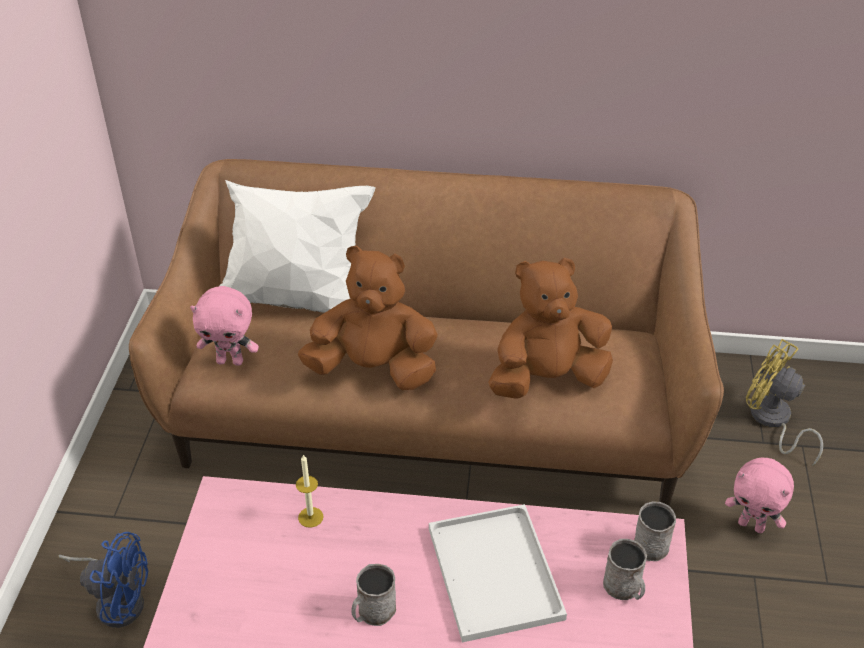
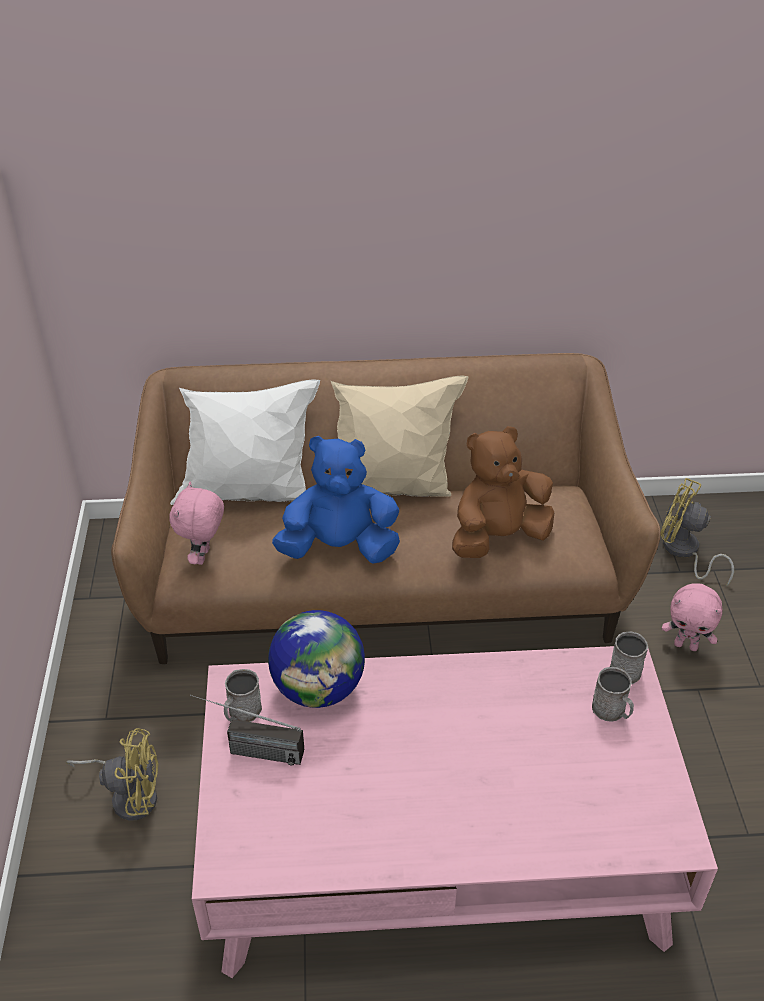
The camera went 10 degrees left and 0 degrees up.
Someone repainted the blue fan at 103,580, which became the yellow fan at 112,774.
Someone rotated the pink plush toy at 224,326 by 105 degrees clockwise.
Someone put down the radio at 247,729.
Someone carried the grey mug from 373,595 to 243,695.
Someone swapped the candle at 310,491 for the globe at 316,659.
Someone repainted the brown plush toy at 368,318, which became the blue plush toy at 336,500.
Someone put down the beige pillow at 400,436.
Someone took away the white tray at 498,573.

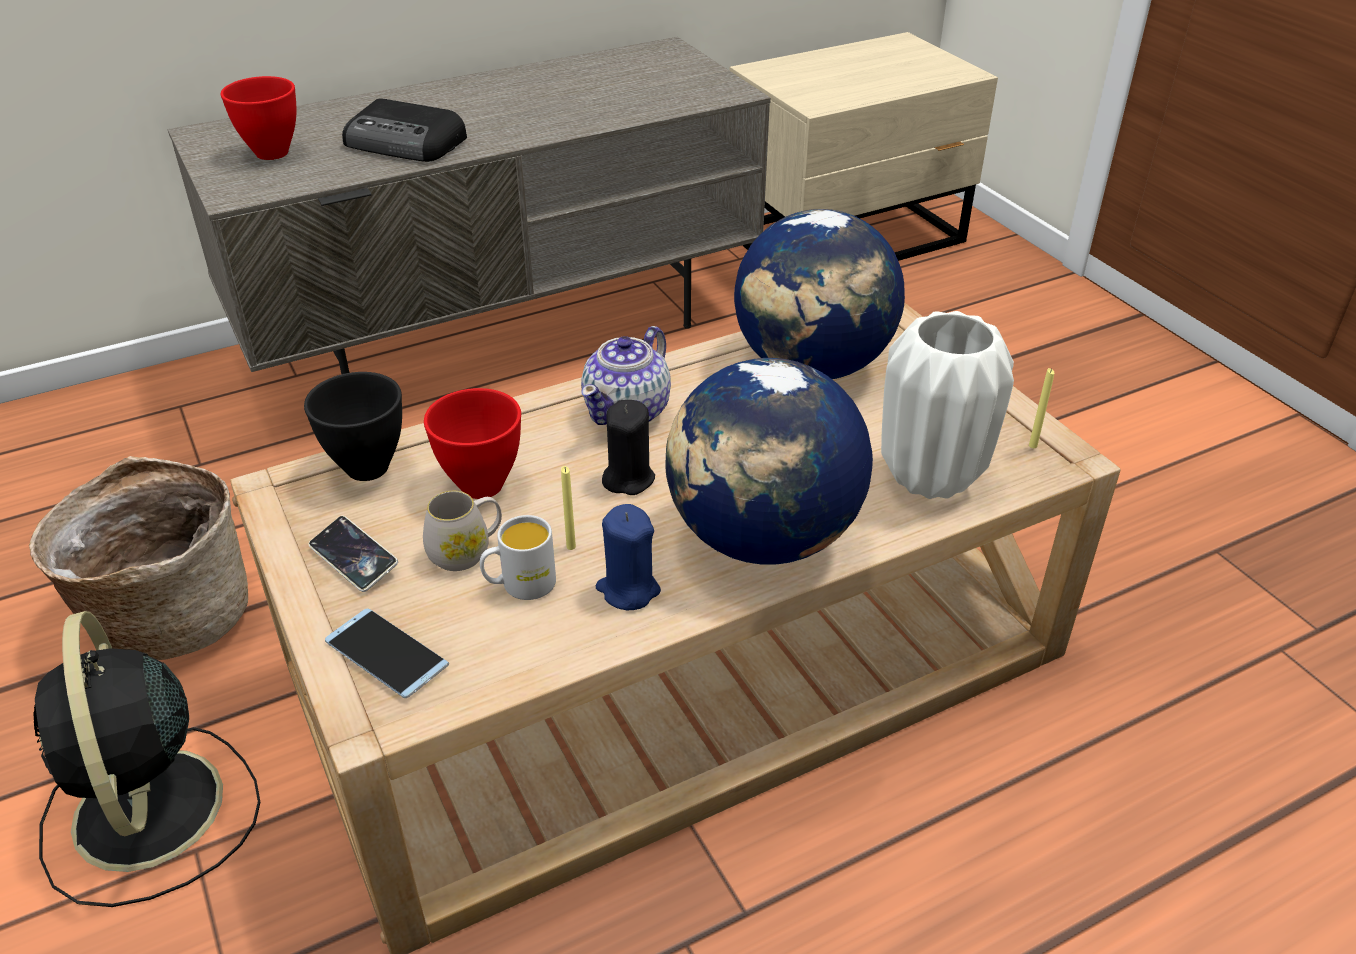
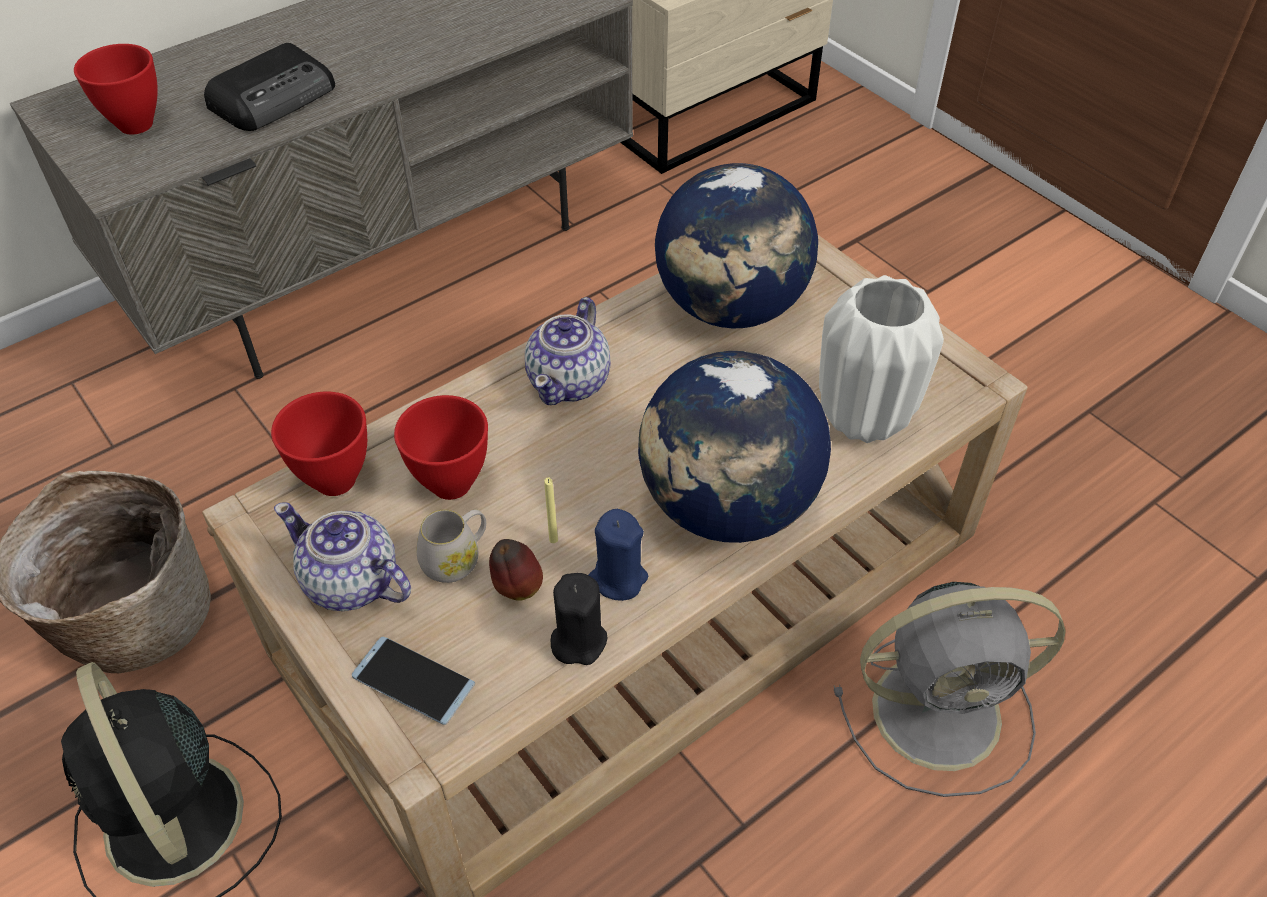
The camera went 10 degrees left and 10 degrees up.
Someone rotated the radio at 404,130 by 60 degrees counterclockwise.
Someone repainted the black bowl at 353,426, which became the red bowl at 319,443.
Someone swapped the phone at 353,554 for the teapot at 342,556.
Someone swapped the white mug at 518,557 for the apple at 516,570.
Someone carried the black candle from 628,447 to 579,619.
Someone put down the grey fan at 950,689.
Someone took away the yellow candle at 1041,408.

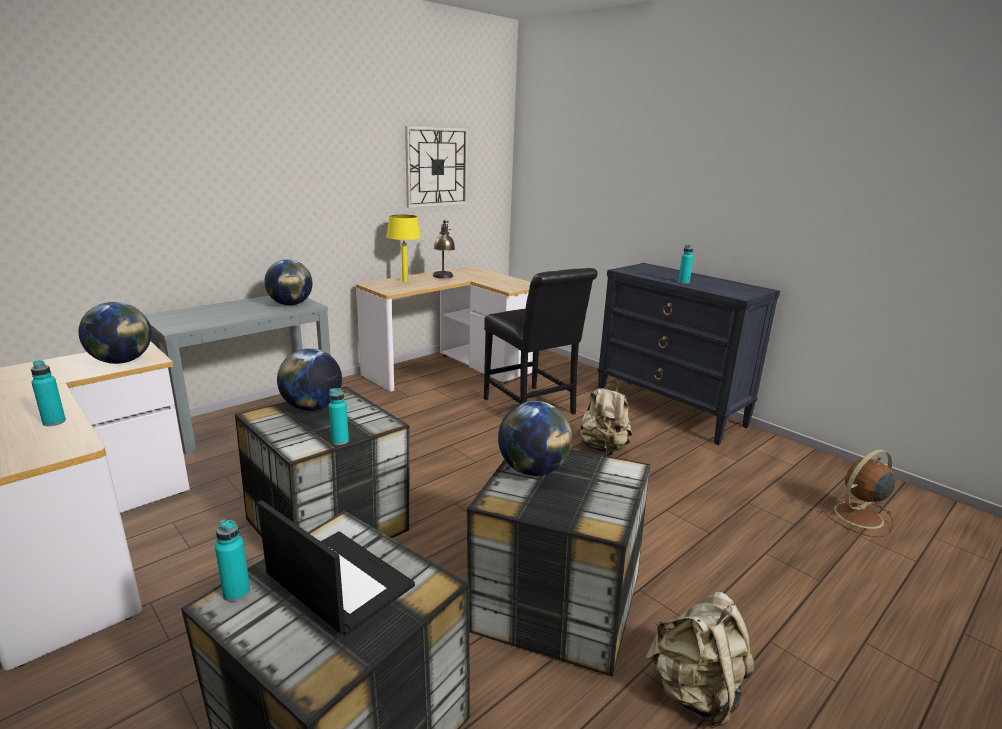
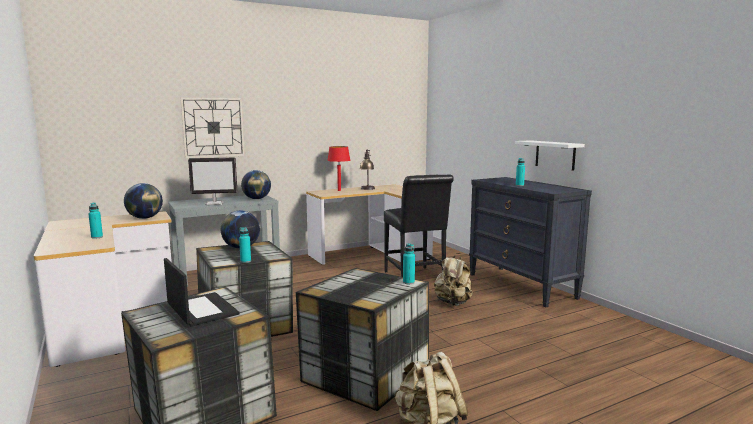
The camera went 15 degrees right and 10 degrees down.
Someone carried the wall clock from 436,167 to 212,127.
Someone put down the monitor at 212,181.
Someone repainted the yellow table lamp at 403,248, which became the red table lamp at 339,168.
Someone carried the turquoise bottle from 232,560 to 409,263.
Someone put up the white shelf at 550,155.
Someone took away the globe at 535,438.
Someone took away the brown fan at 859,493.

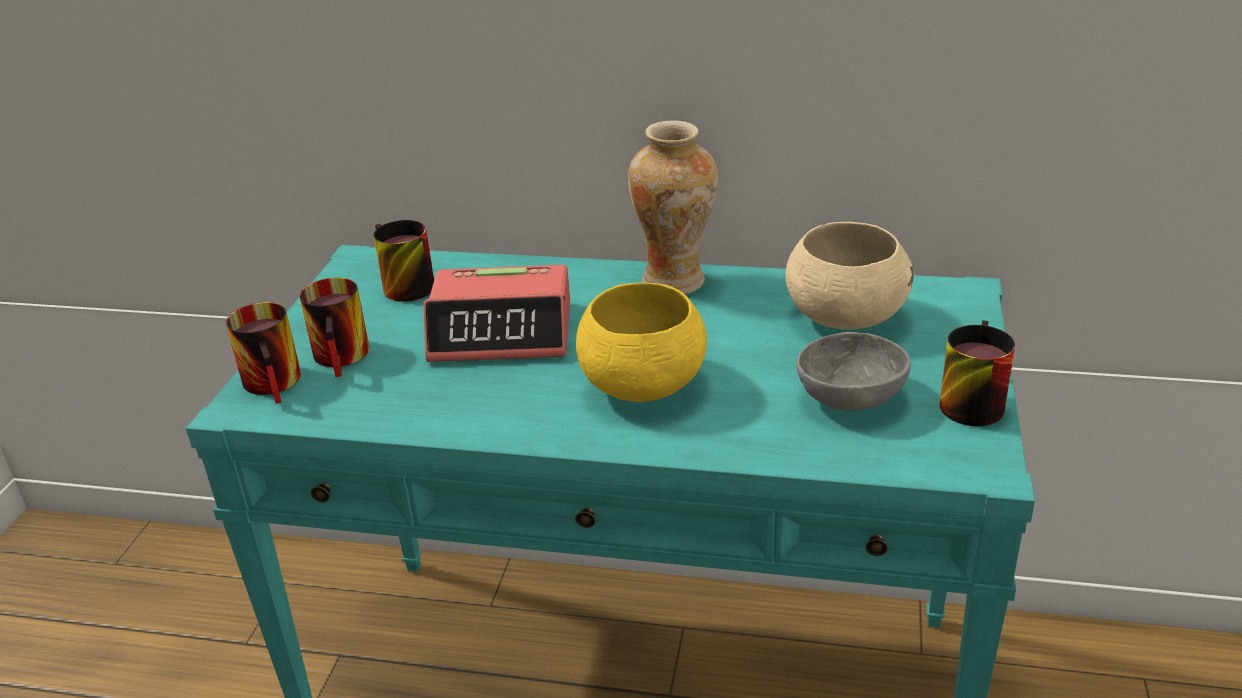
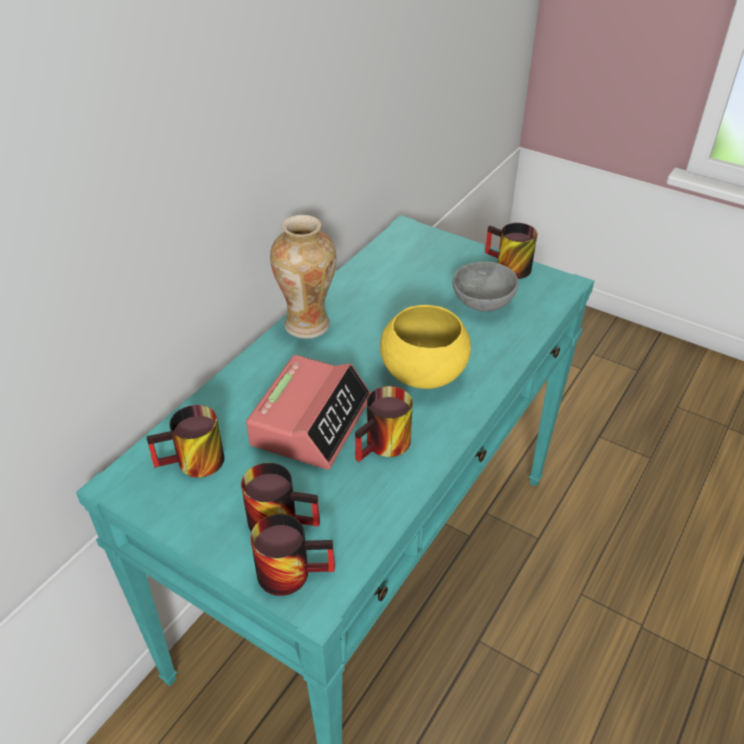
The camera went 70 degrees left and 10 degrees up.
Someone put down the mug at 384,424.
Someone took away the beige bowl at 849,275.

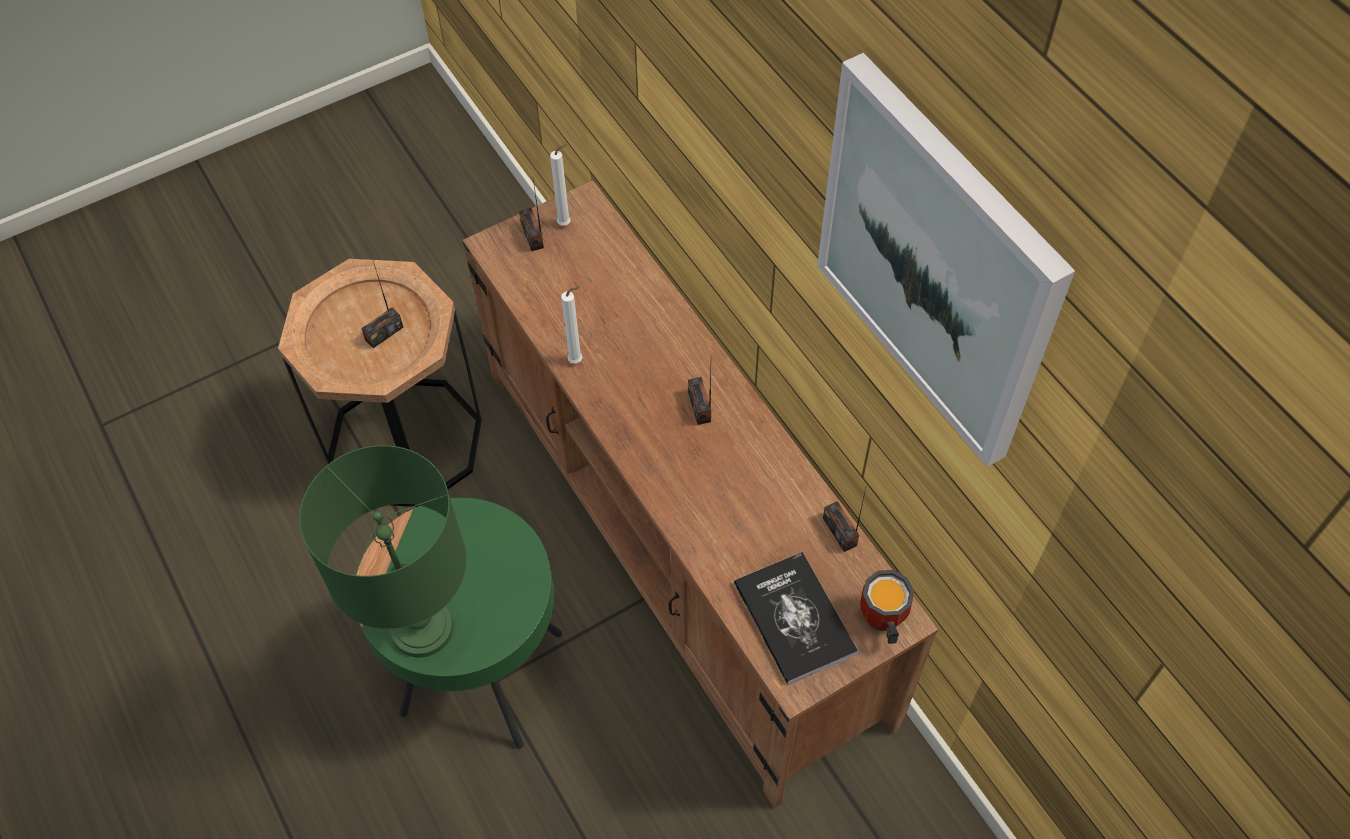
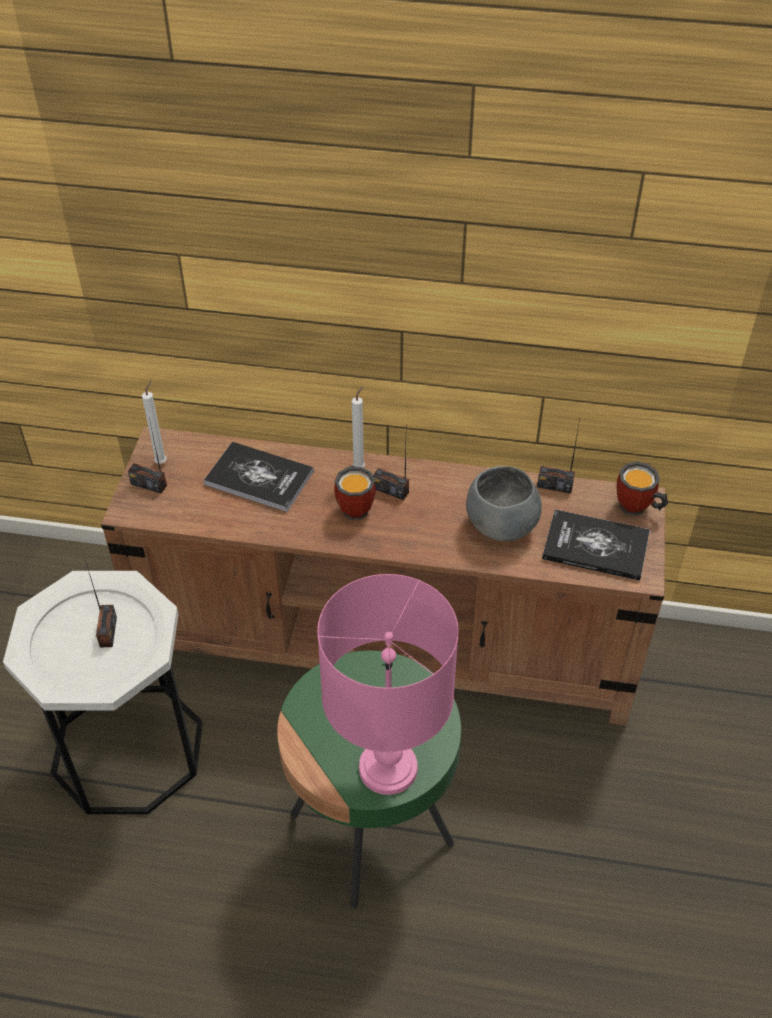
The camera went 50 degrees left and 10 degrees down.
Someone repainted the brown side table at 380,383, which became the white side table at 103,692.
Someone put down the book at 259,477.
Someone repainted the green table lamp at 383,551, which became the pink table lamp at 388,684.
Someone put down the mug at 355,493.
Someone carried the white candle from 571,325 to 358,427.
Someone put down the grey bowl at 504,503.
Someone took away the picture at 946,260.

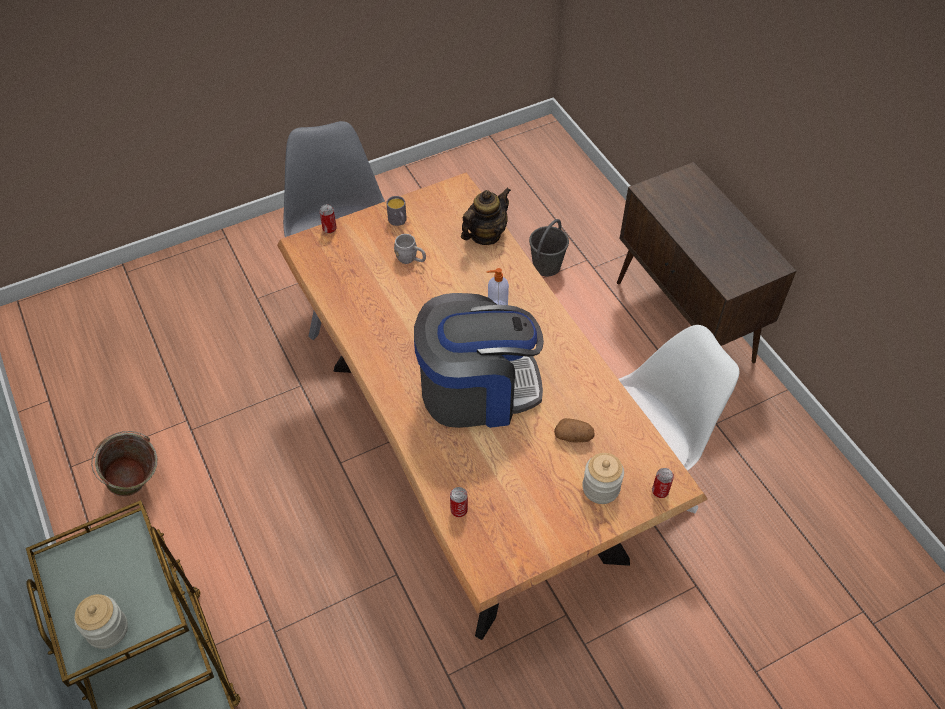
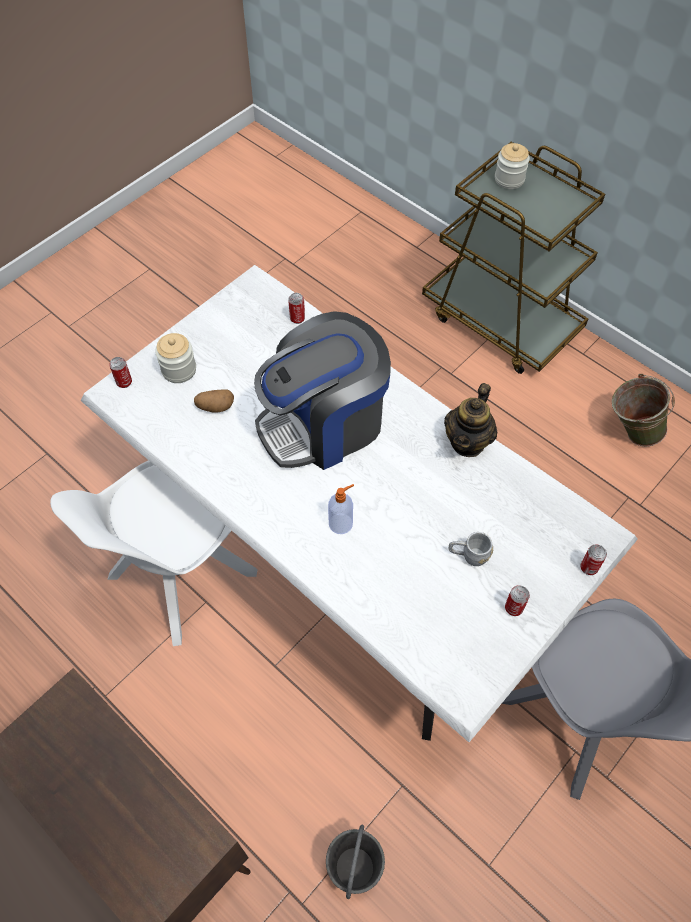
The camera went 160 degrees right and 5 degrees up.
Someone repainted the brown dining table at 492,406, which became the white dining table at 359,503.
Someone carried the teapot from 486,216 to 470,420.
Someone swapped the grey mug at 396,211 for the can at 517,600.

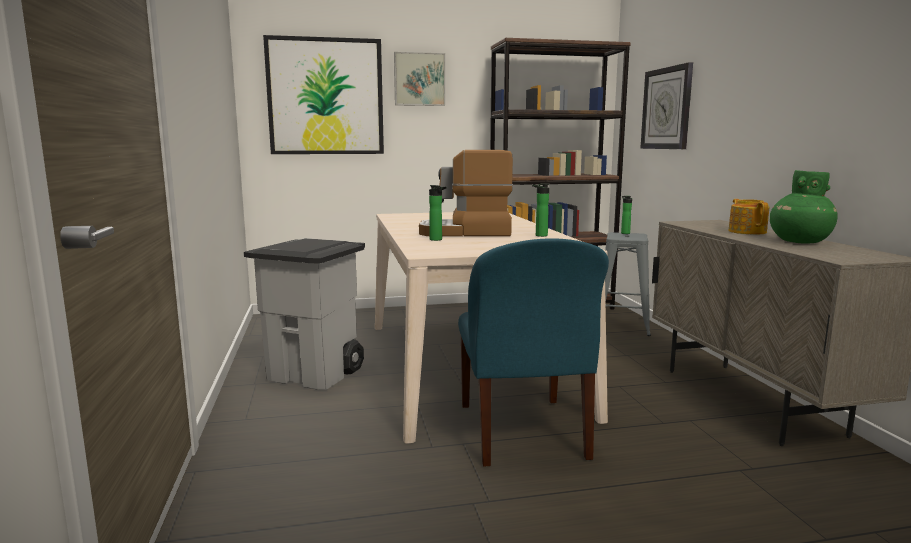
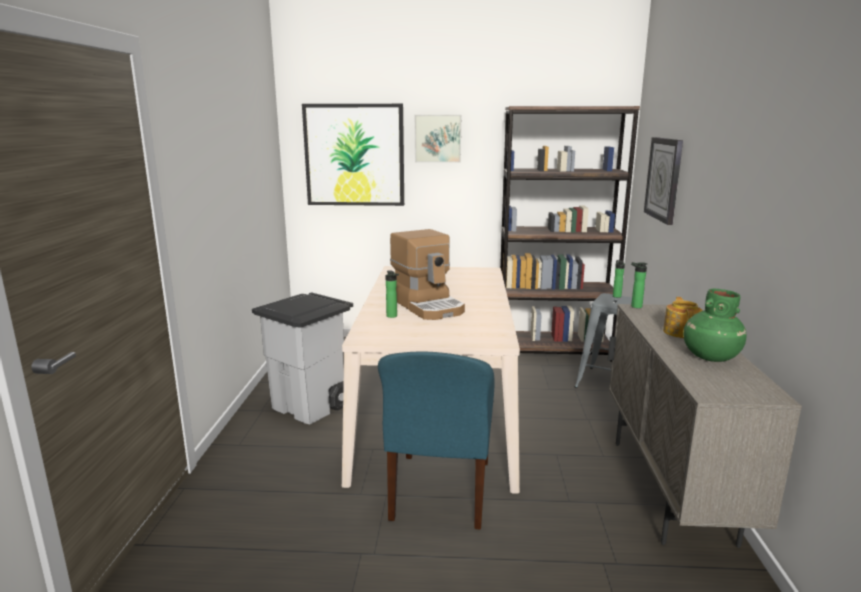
The camera went 15 degrees right and 5 degrees up.
Someone rotated the coffee machine at 466,193 by 135 degrees counterclockwise.
Someone carried the bottle from 540,210 to 639,285.

